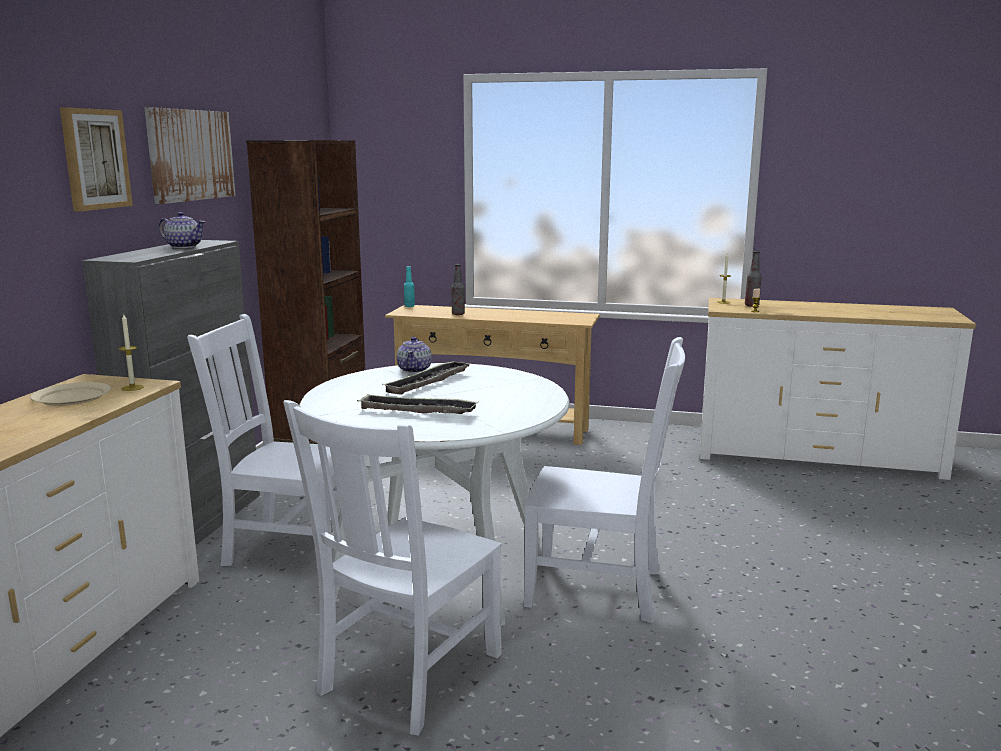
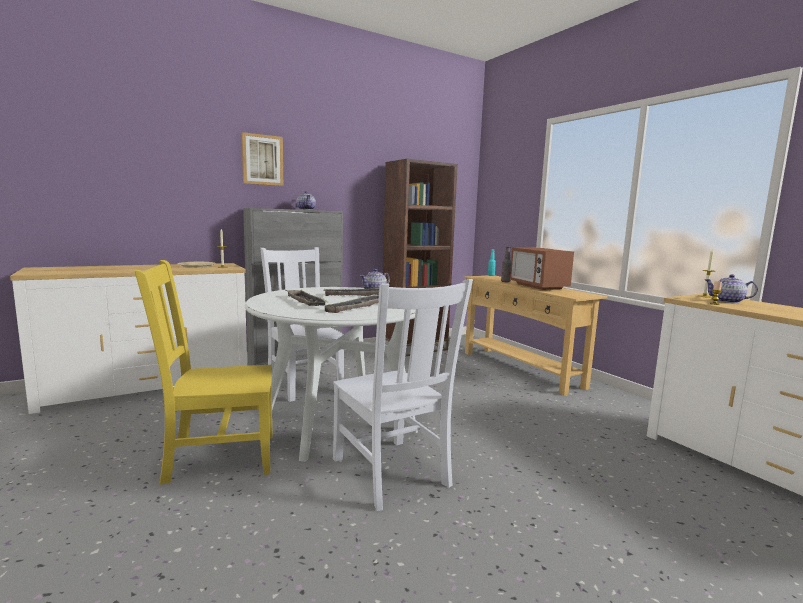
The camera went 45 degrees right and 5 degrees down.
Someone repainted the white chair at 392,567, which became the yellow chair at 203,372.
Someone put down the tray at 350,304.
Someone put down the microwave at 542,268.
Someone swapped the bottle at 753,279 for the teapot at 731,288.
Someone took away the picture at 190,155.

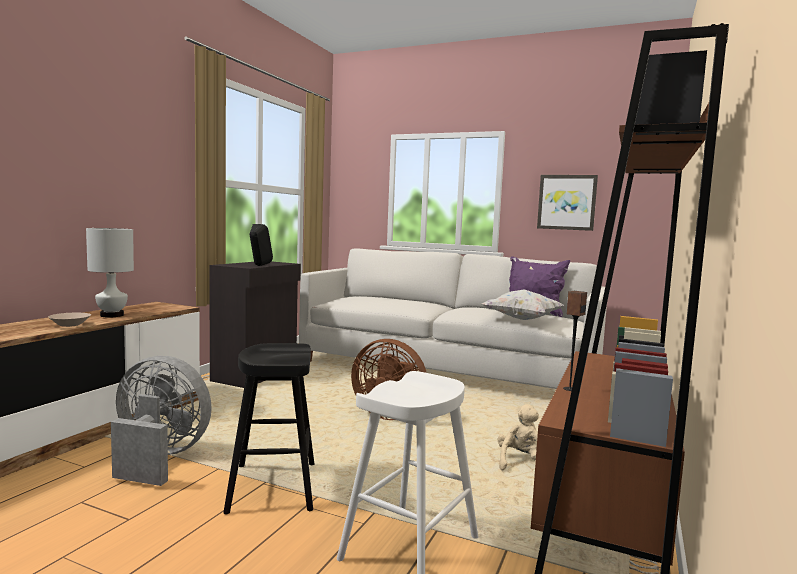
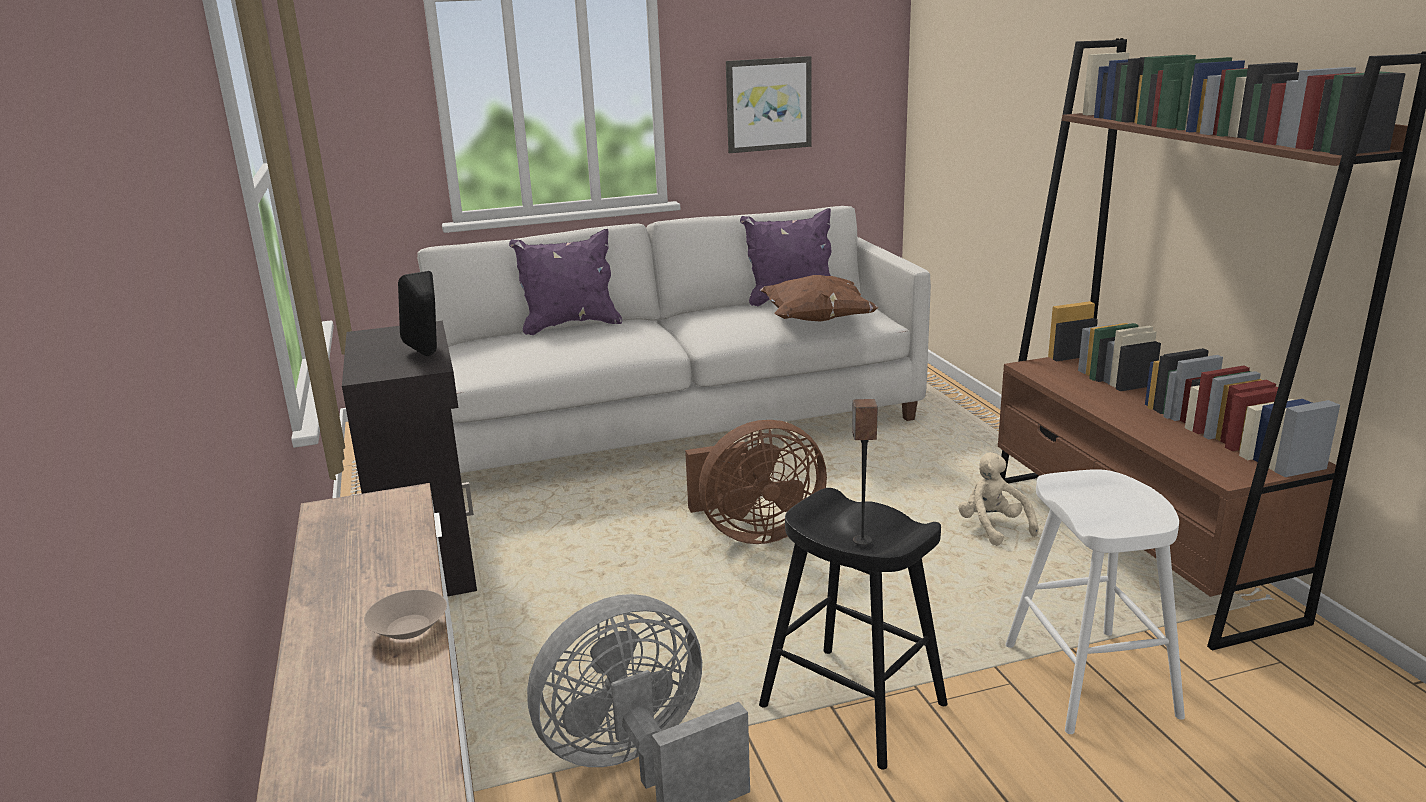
The camera went 40 degrees left and 15 degrees up.
Someone put down the purple pillow at 565,282.
Someone repainted the white pillow at 523,304, which became the brown pillow at 819,298.
Someone carried the speaker from 575,341 to 865,472.
Someone took away the white table lamp at 110,272.

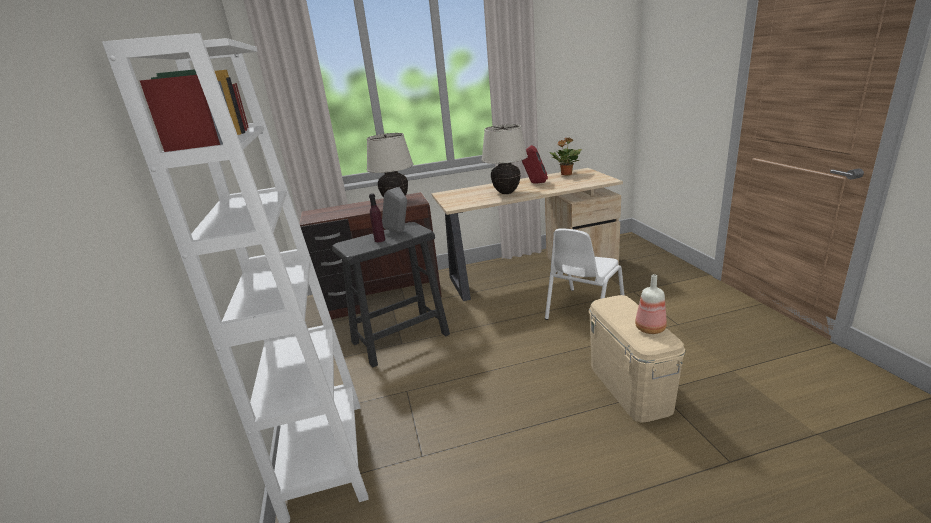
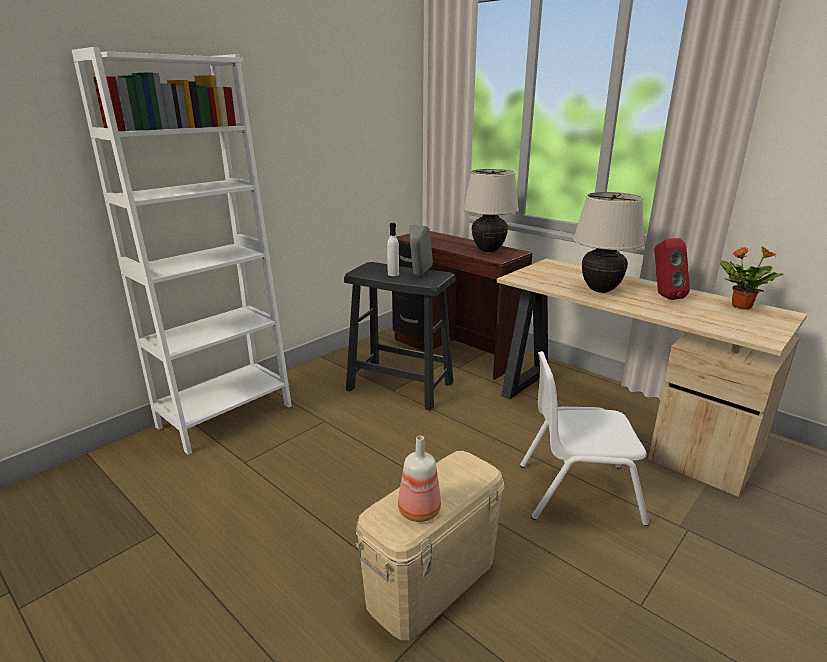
The camera went 55 degrees right and 0 degrees up.
Someone repainted the purple bottle at 377,217, which became the white bottle at 393,249.

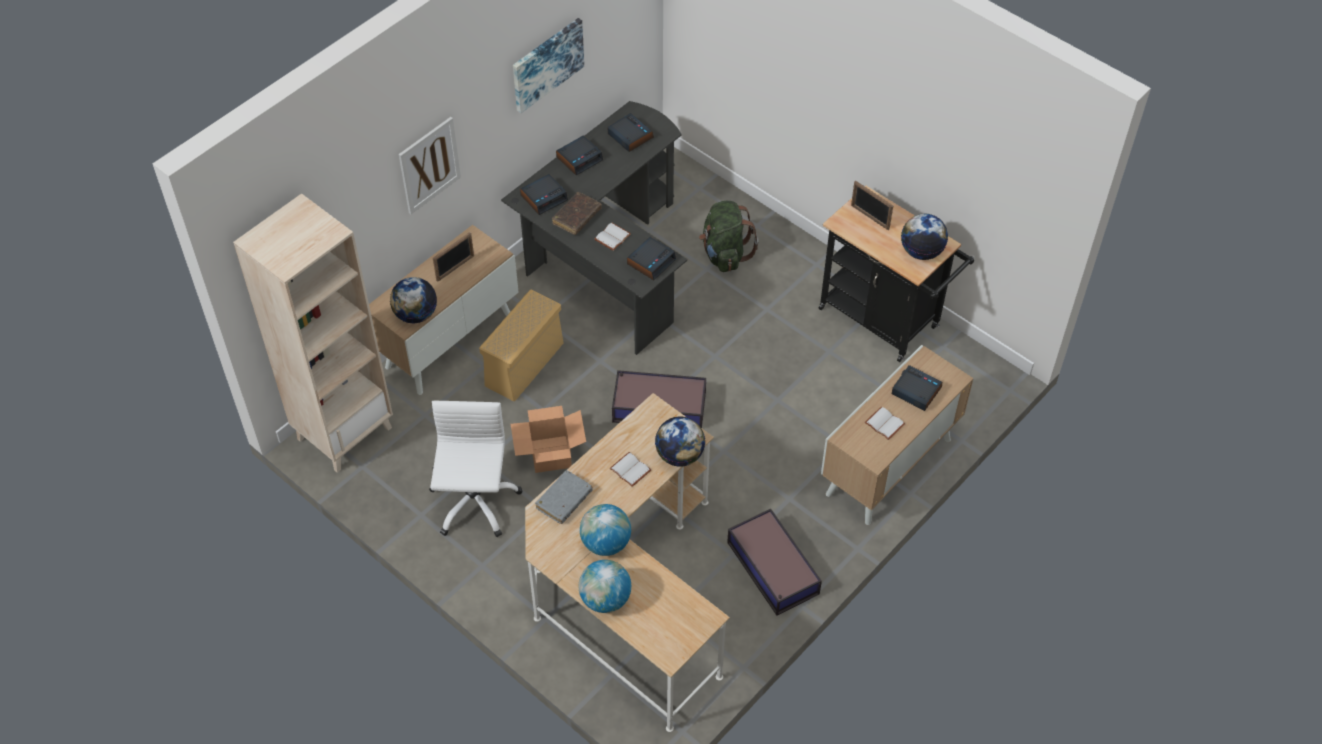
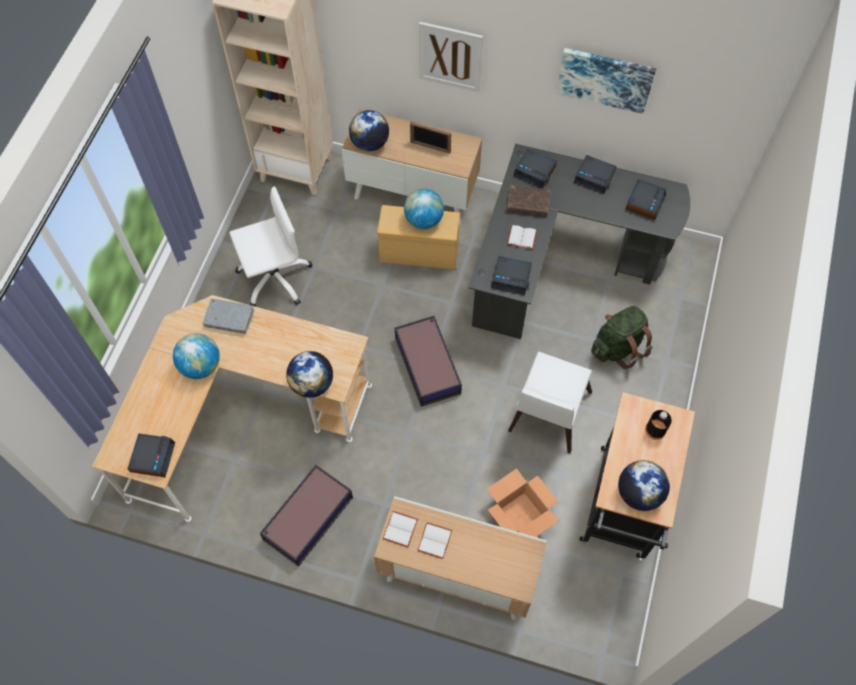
The camera went 65 degrees right and 10 degrees up.
Someone carried the alarm clock from 917,388 to 151,455.
Someone carried the white book from 630,469 to 400,529.
Someone carried the globe from 605,586 to 424,209.
Someone carried the cardboard box from 548,439 to 523,502.
Someone put down the white chair at 550,402.
Someone swapped the picture frame at 872,205 for the black bottle at 658,425.

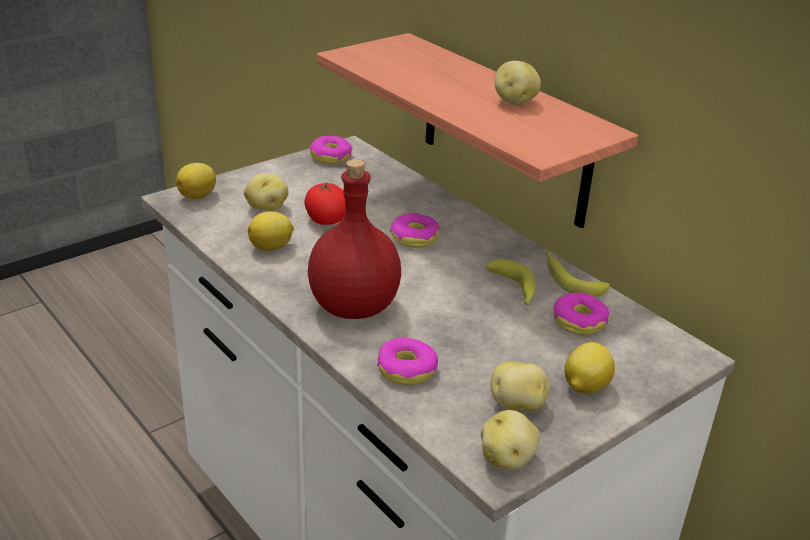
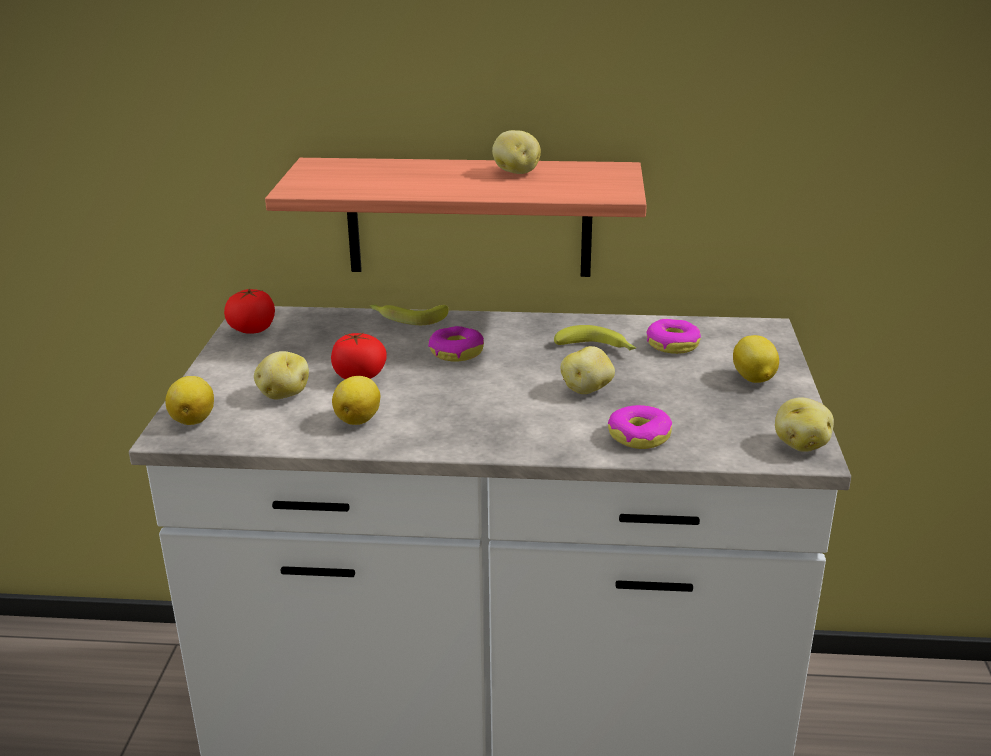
The camera went 45 degrees left and 5 degrees down.
Someone swapped the donut at 331,150 for the tomato at 249,311.
Someone carried the banana from 578,274 to 409,314.
Someone carried the potato from 520,386 to 588,370.
Someone took away the red bottle at 354,239.

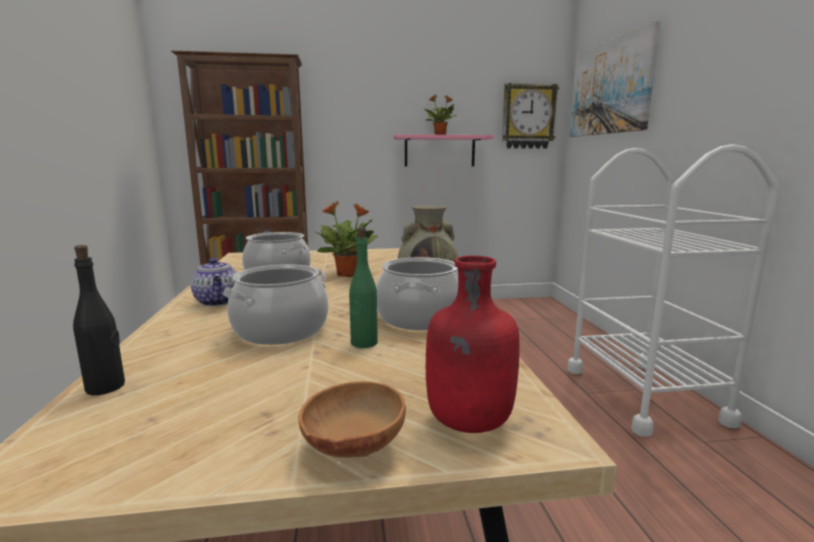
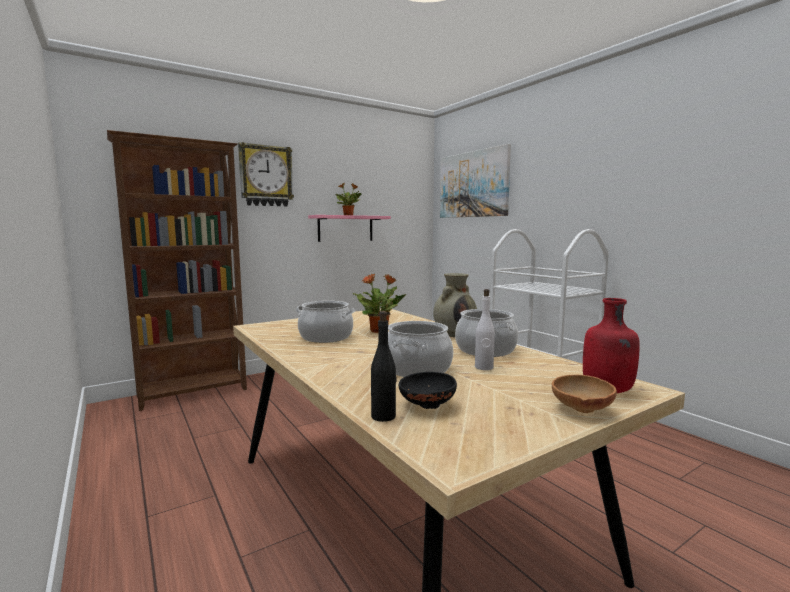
The camera went 25 degrees left and 5 degrees down.
Someone carried the wall clock from 530,116 to 266,174.
Someone put down the black bowl at 428,390.
Someone repainted the green bottle at 363,287, which became the white bottle at 485,329.
Someone took away the teapot at 214,282.

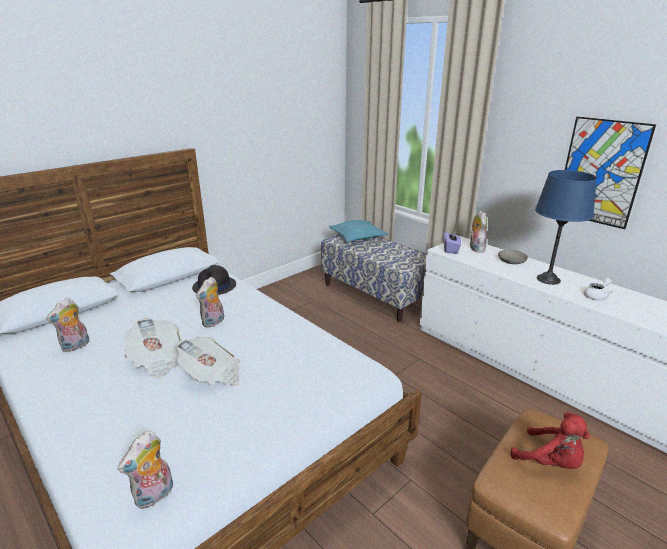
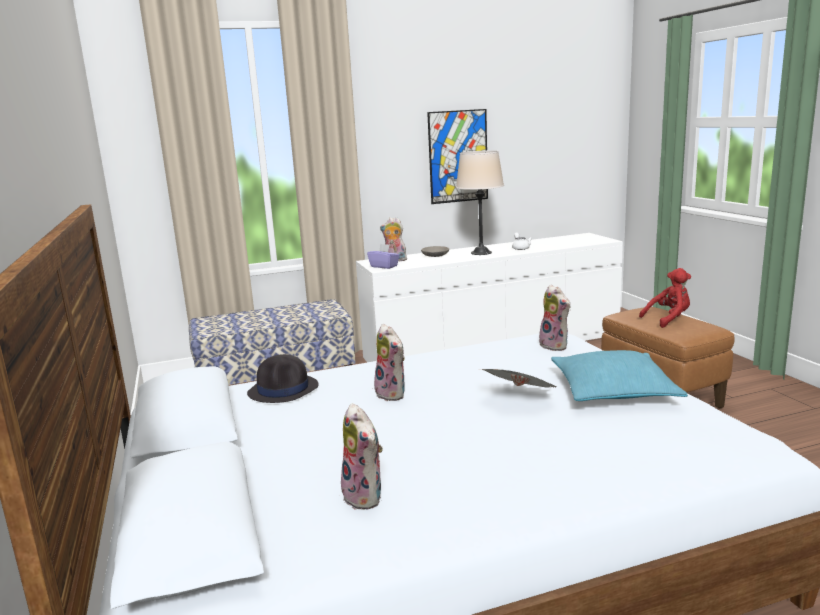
The camera went 65 degrees left and 10 degrees down.
Someone repainted the blue table lamp at 566,227, which became the beige table lamp at 480,202.
Someone carried the plush toy from 145,470 to 554,318.
Someone carried the turquoise pillow from 358,231 to 619,375.
Someone took away the newspaper at 153,348.

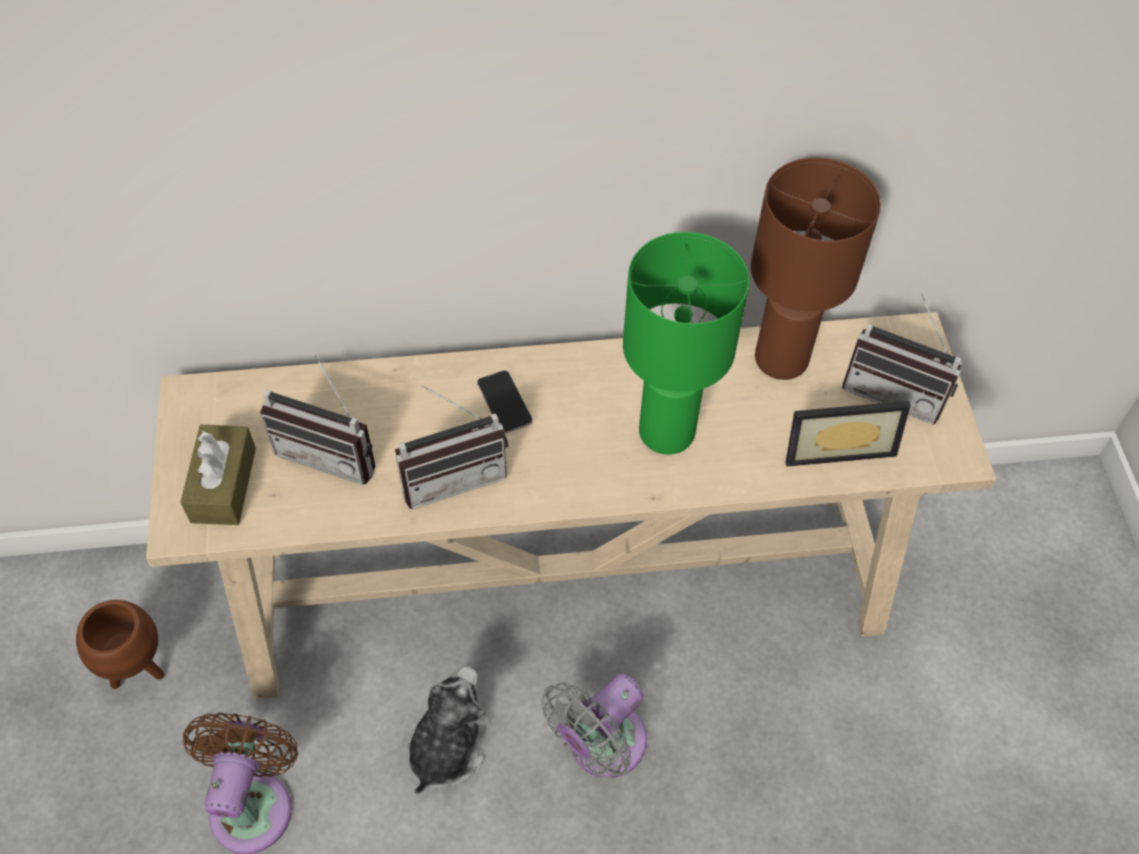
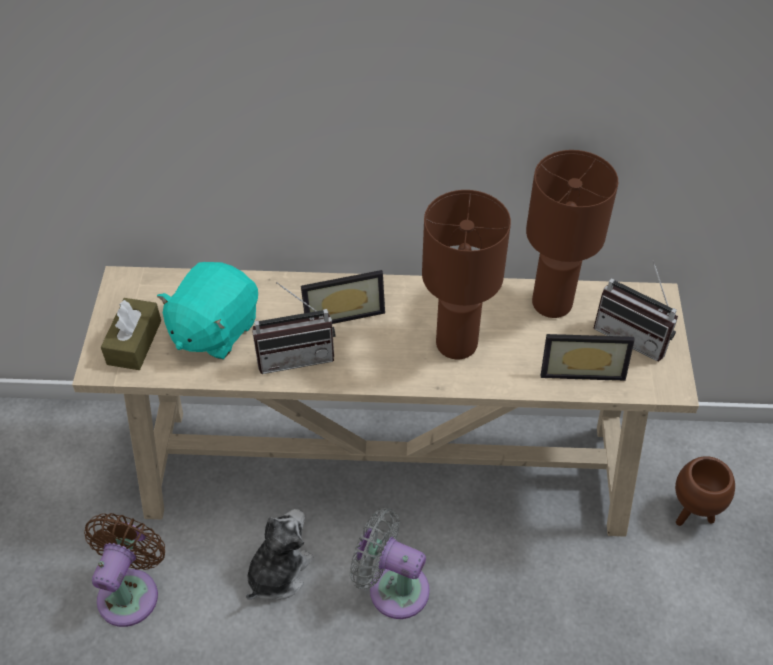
The camera went 10 degrees right and 5 degrees down.
Someone swapped the radio at 318,419 for the turquoise plush toy at 207,310.
Someone swapped the phone at 505,402 for the picture frame at 343,297.
Someone rotated the grey fan at 594,726 by 60 degrees clockwise.
Someone repainted the green table lamp at 686,343, which became the brown table lamp at 466,274.
Someone carried the brown planter from 120,644 to 705,491.

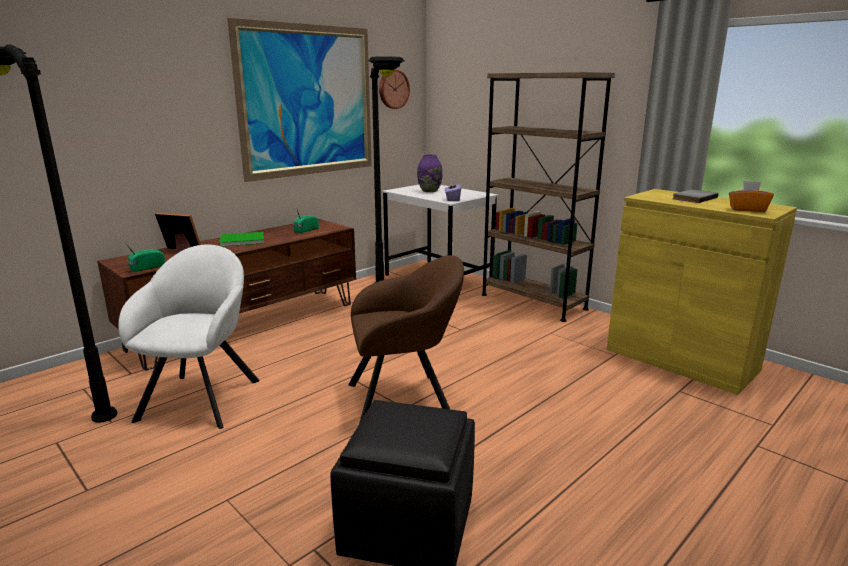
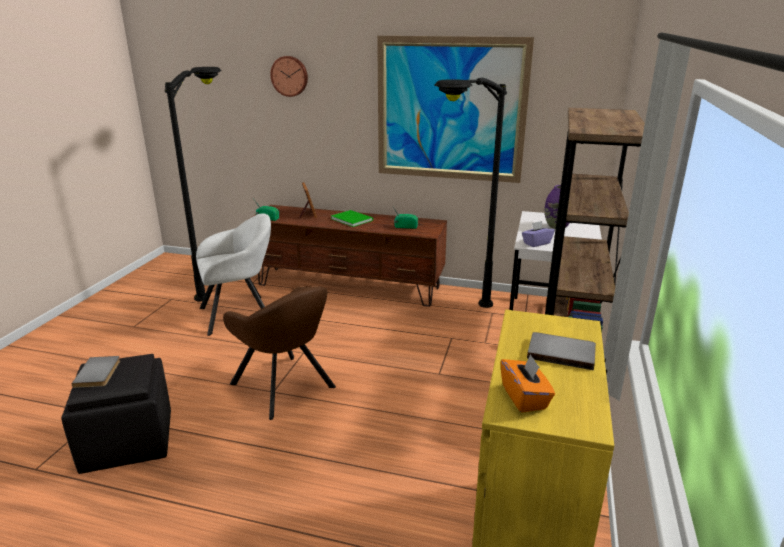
The camera went 60 degrees right and 5 degrees up.
Someone put down the grey book at 96,372.
Someone carried the wall clock from 394,89 to 289,76.

